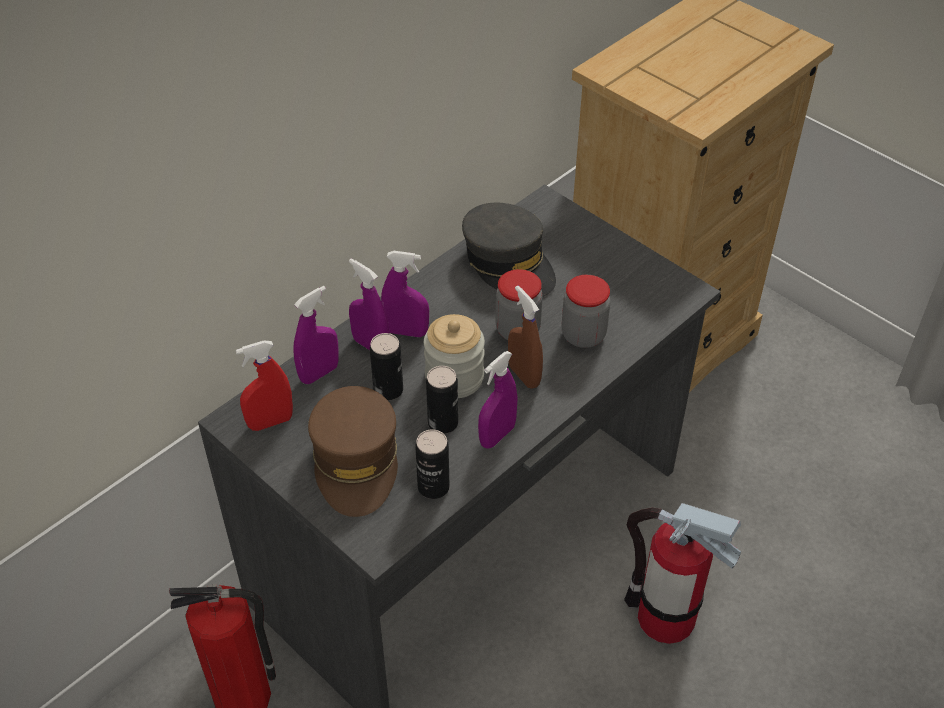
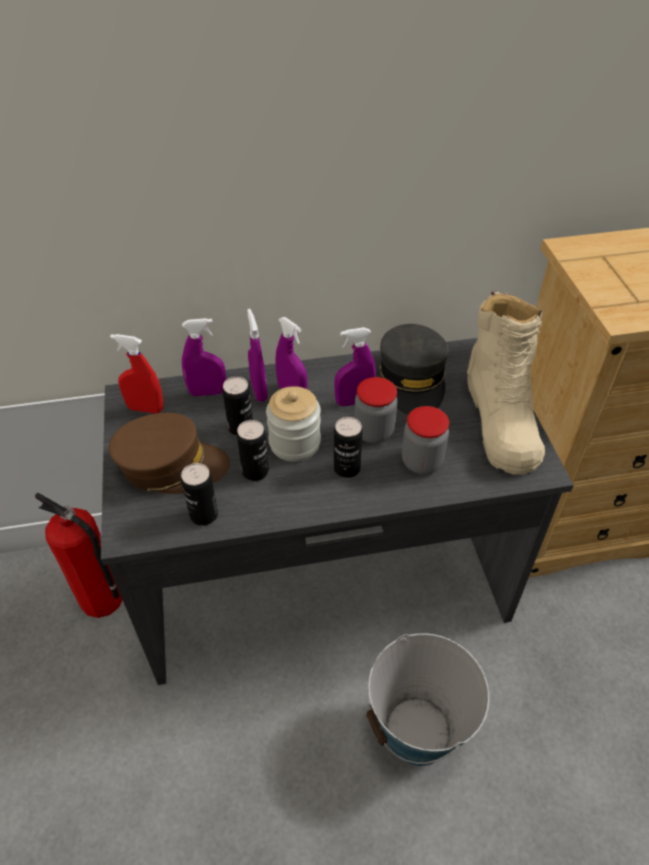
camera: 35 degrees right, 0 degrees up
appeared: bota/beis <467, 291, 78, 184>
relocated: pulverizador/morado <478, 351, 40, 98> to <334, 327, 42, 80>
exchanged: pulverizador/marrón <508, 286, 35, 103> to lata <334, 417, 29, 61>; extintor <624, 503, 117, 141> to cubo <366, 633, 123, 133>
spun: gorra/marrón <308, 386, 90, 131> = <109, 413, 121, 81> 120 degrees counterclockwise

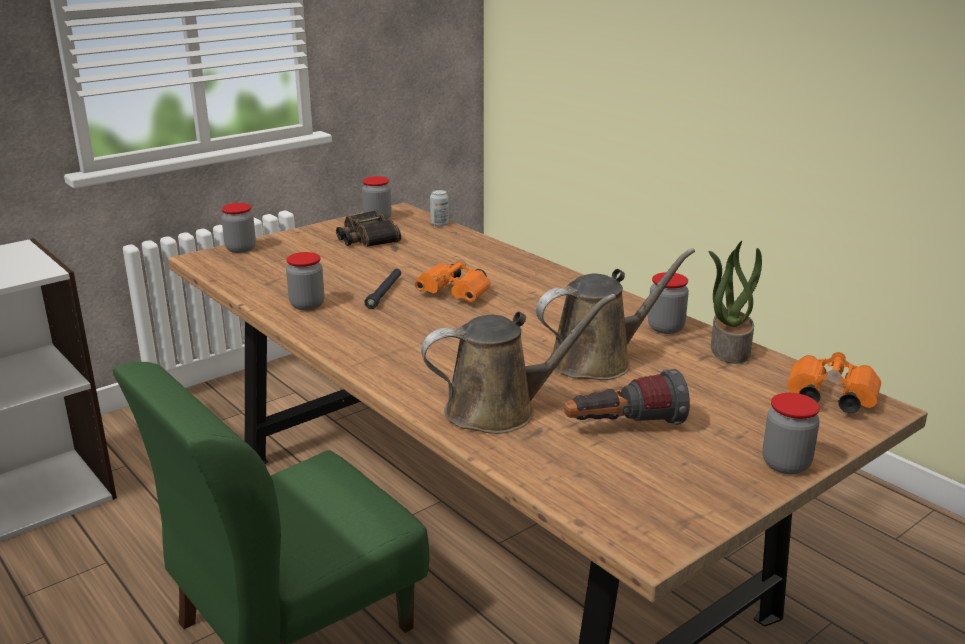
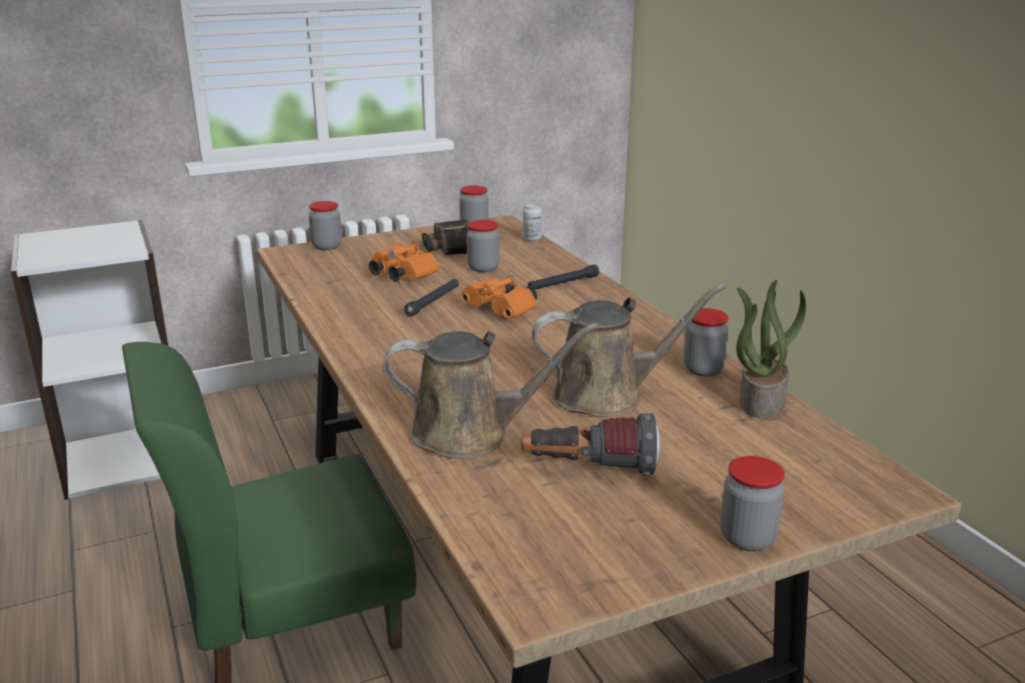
camera: 15 degrees right, 0 degrees up
appeared: linterna/negro <528, 265, 71, 24>
relocated: tarro <286, 252, 38, 58> to <467, 220, 33, 52>; prismáticos/naranja <787, 352, 94, 61> to <369, 241, 70, 43>

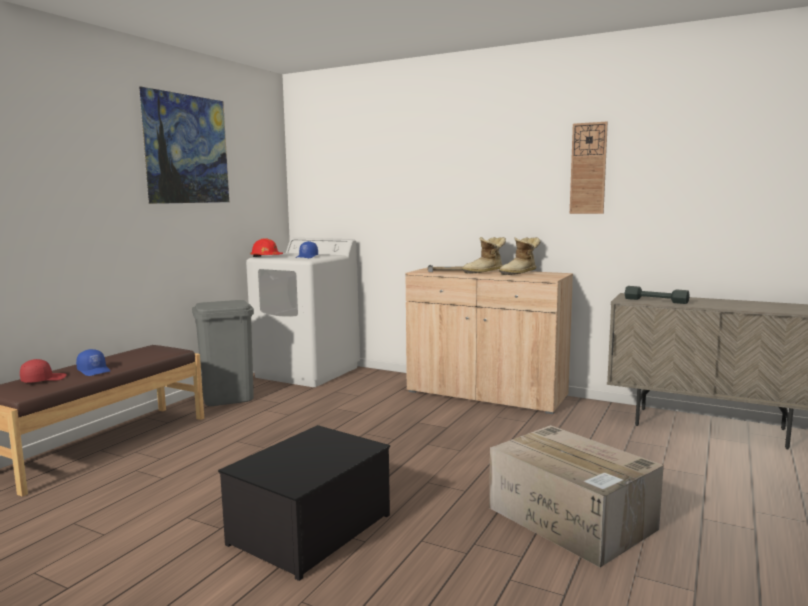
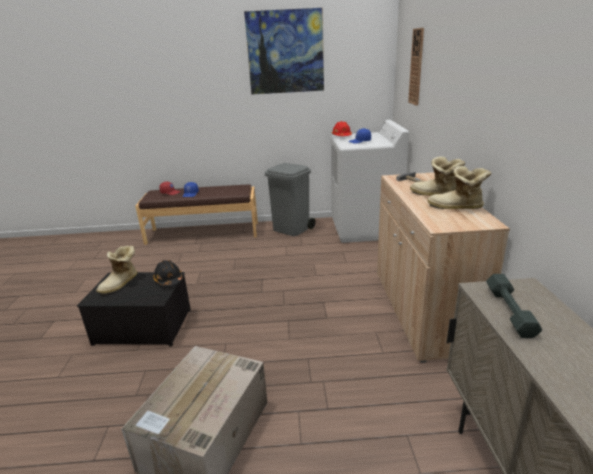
camera: 60 degrees right, 15 degrees up
appeared: bota <96, 246, 42, 49>; casco/negro <153, 260, 30, 26>
relocated: reloj de pared <570, 122, 38, 92> to <408, 28, 16, 78>

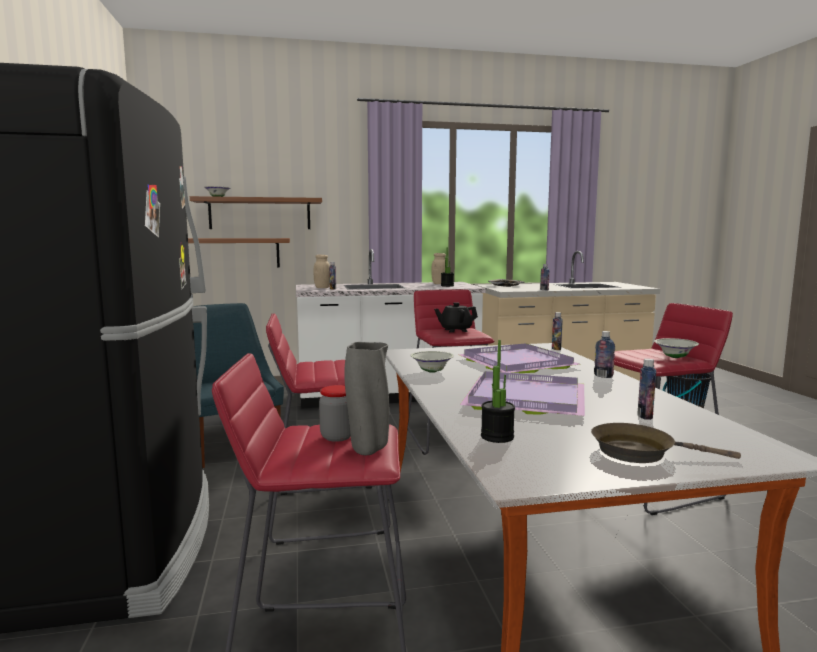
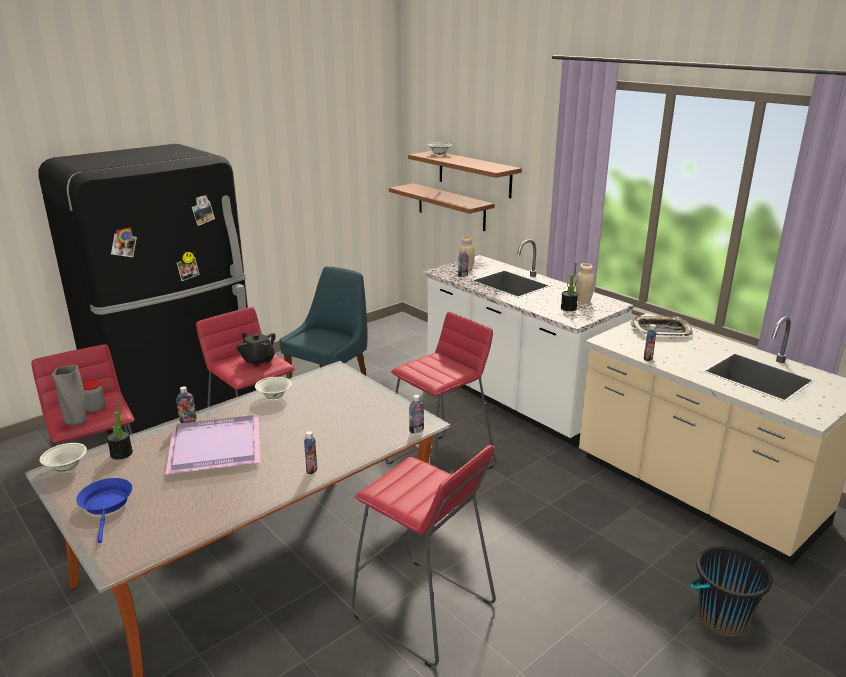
camera: 60 degrees right, 15 degrees up
missing: bandeja/morado <457, 343, 124, 30>
relocated: tetera/negro <434, 302, 44, 31> to <237, 333, 39, 34>; botella <637, 359, 19, 61> to <176, 386, 21, 37>; cuenco/blanco <654, 338, 45, 20> to <40, 443, 47, 29>
colour: sartén/marrón <591, 423, 150, 40> to sartén/azul <76, 478, 56, 65>

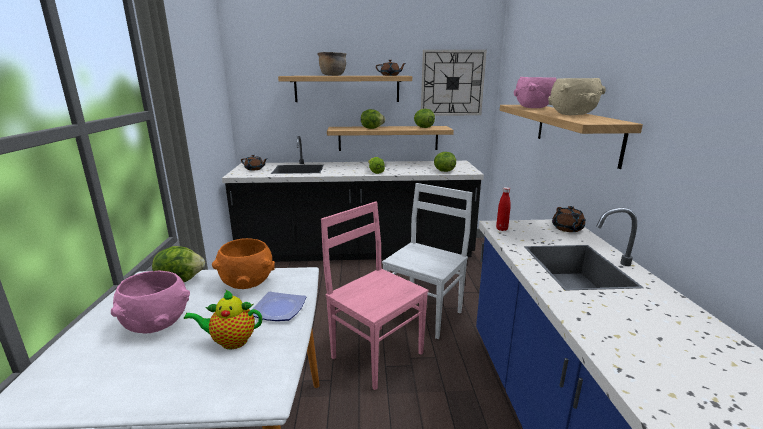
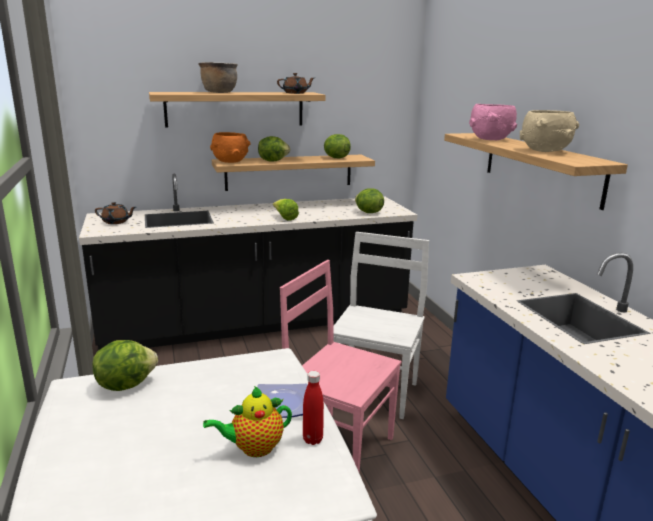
camera: 15 degrees left, 0 degrees up
missing: cuenco/rosa <111, 271, 79, 62>; reloj de pared <421, 50, 66, 66>; tetera/marrón <552, 206, 34, 26>
relocated: cuenco/naranja <212, 238, 63, 51> to <210, 132, 41, 31>; botella/rojo <496, 187, 15, 44> to <303, 371, 21, 74>

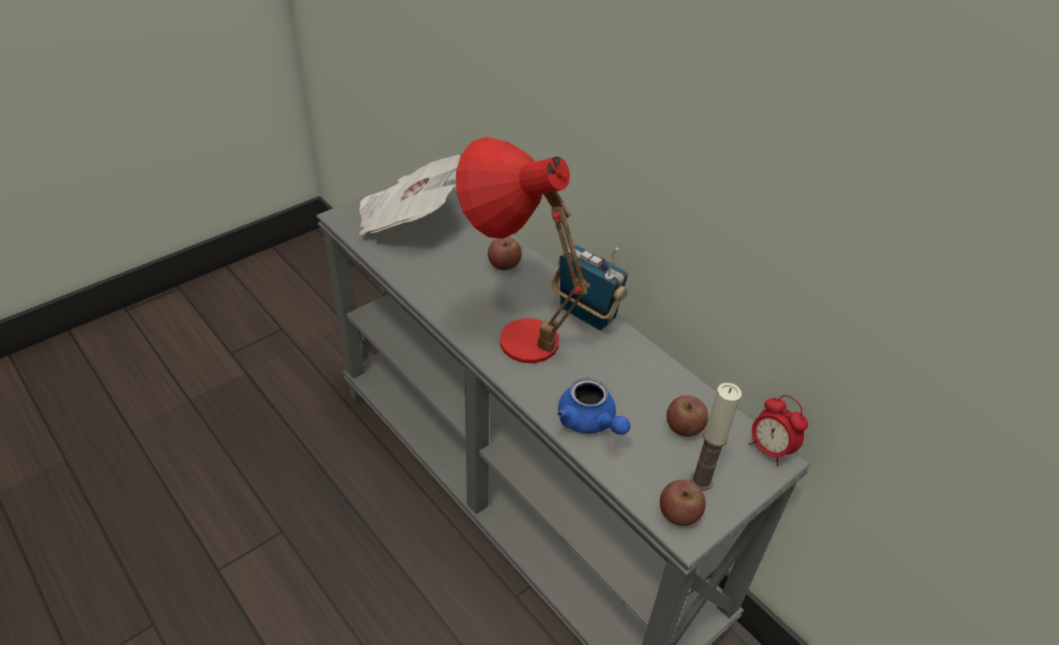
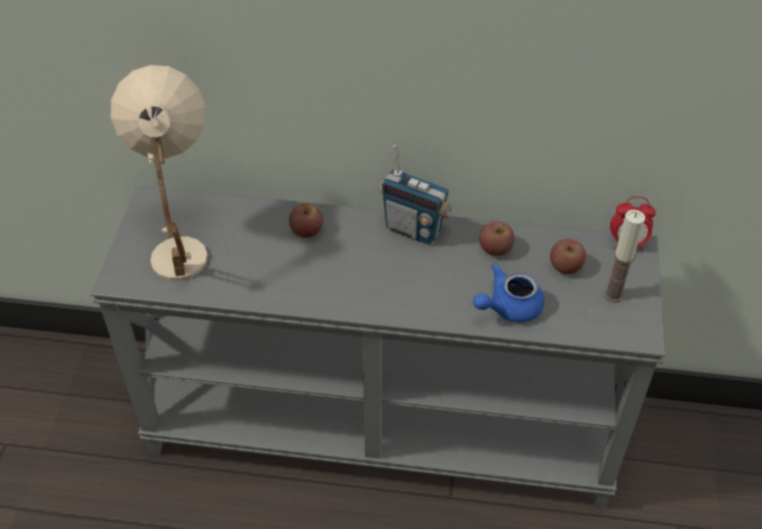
camera: 40 degrees left, 5 degrees up
missing: lámpara de mesa/rojo <456, 137, 134, 226>
relocated: manzana <660, 480, 46, 46> to <480, 221, 35, 35>
exchanged: periódico <359, 155, 101, 80> to lámpara de mesa/beis <111, 65, 97, 216>
spun: radio <551, 245, 77, 85> = <379, 145, 73, 100> 150 degrees counterclockwise; tetera/azul <557, 377, 73, 58> = <473, 264, 71, 59> 135 degrees clockwise

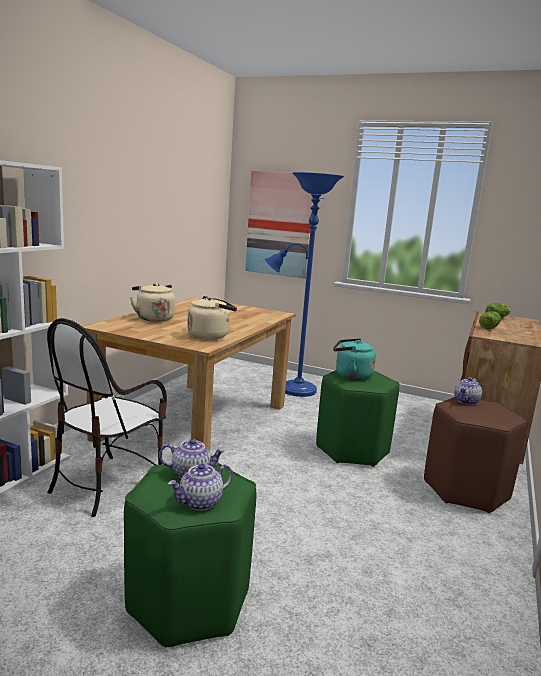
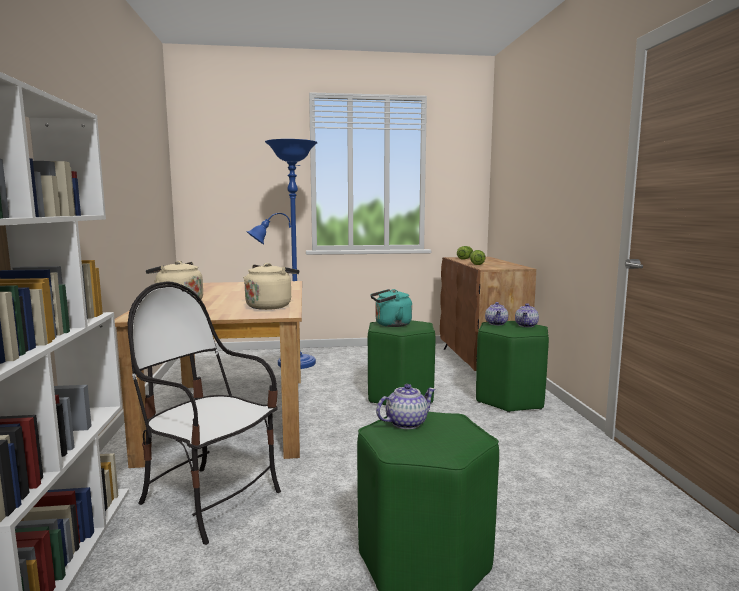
camera: 30 degrees left, 5 degrees down
missing: cuadro <245, 171, 68, 108>
relocated: tetera <168, 463, 65, 48> to <515, 303, 24, 24>
colour: taburete/marrón <424, 397, 104, 116> to taburete/verde <476, 321, 73, 92>
spun: silla <47, 318, 120, 199> = <128, 281, 153, 264> 120 degrees clockwise

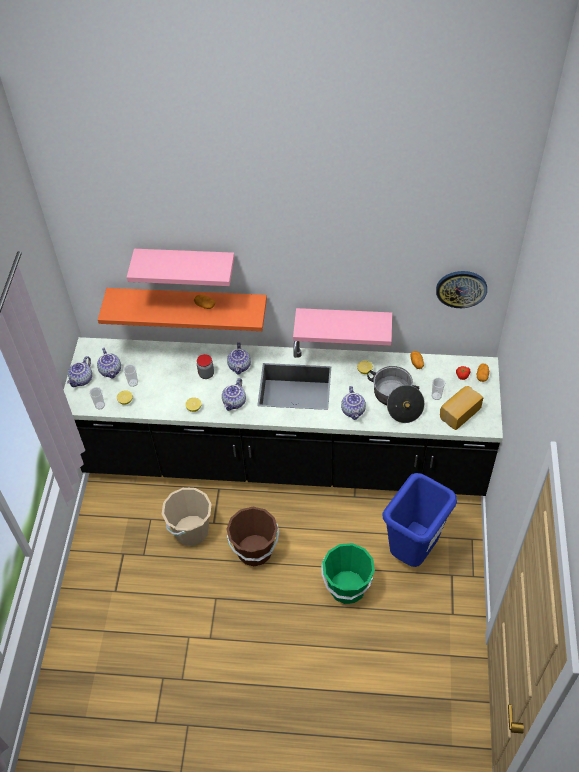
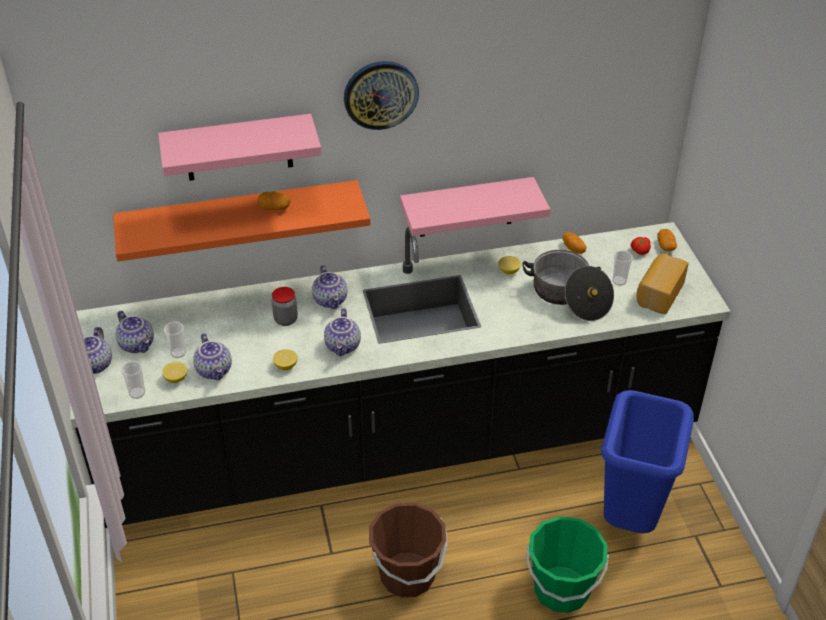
camera: 20 degrees left, 10 degrees down
missing: cubo/beis <162, 488, 50, 58>
relocated: tetera <341, 386, 25, 34> to <193, 333, 39, 47>; reloj de pared <436, 271, 51, 37> to <344, 61, 75, 69>

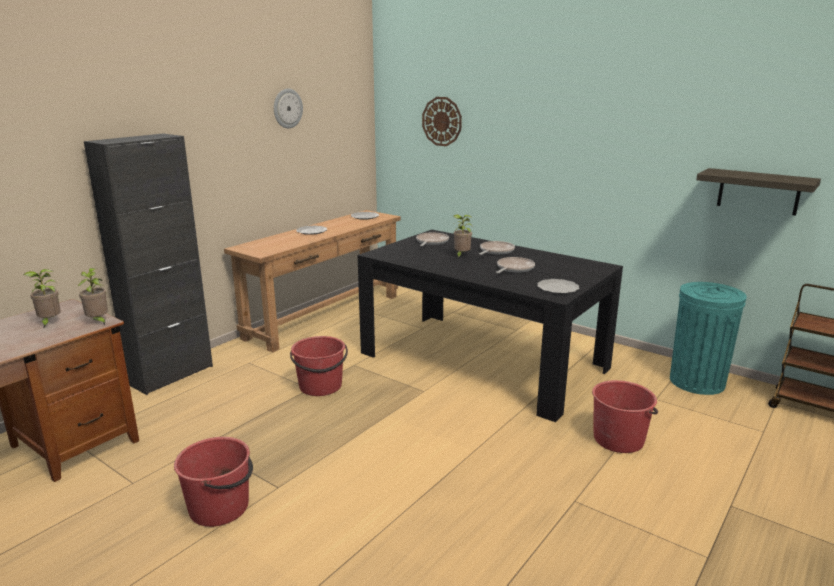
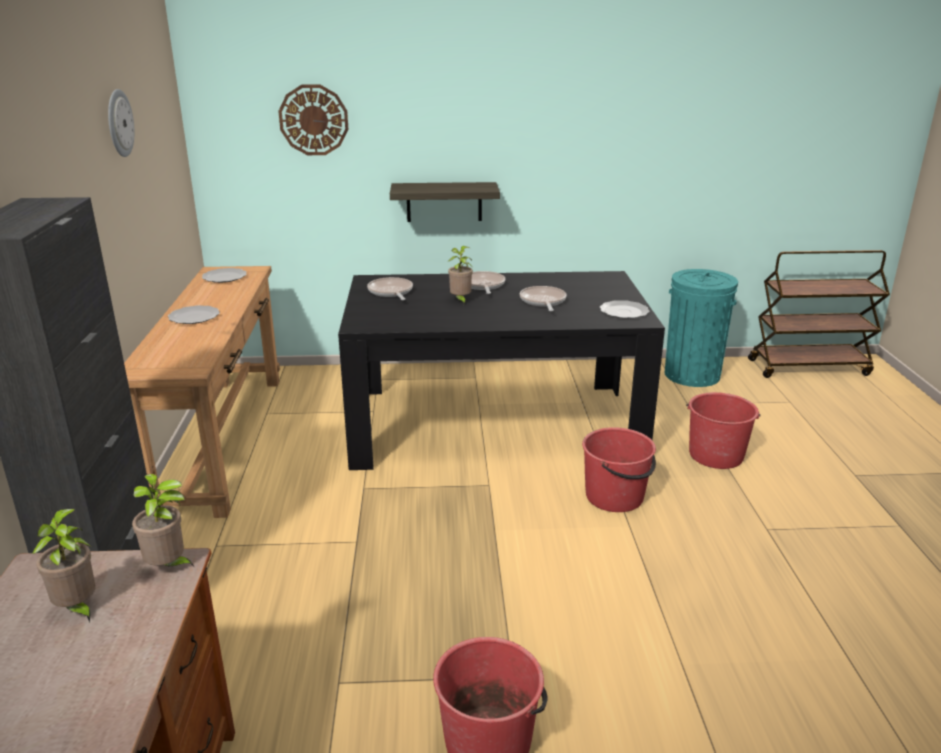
camera: 40 degrees left, 5 degrees up
relocated: cubo/rojo <290, 336, 58, 60> to <582, 427, 74, 85>; estante <696, 168, 125, 48> to <390, 182, 110, 40>

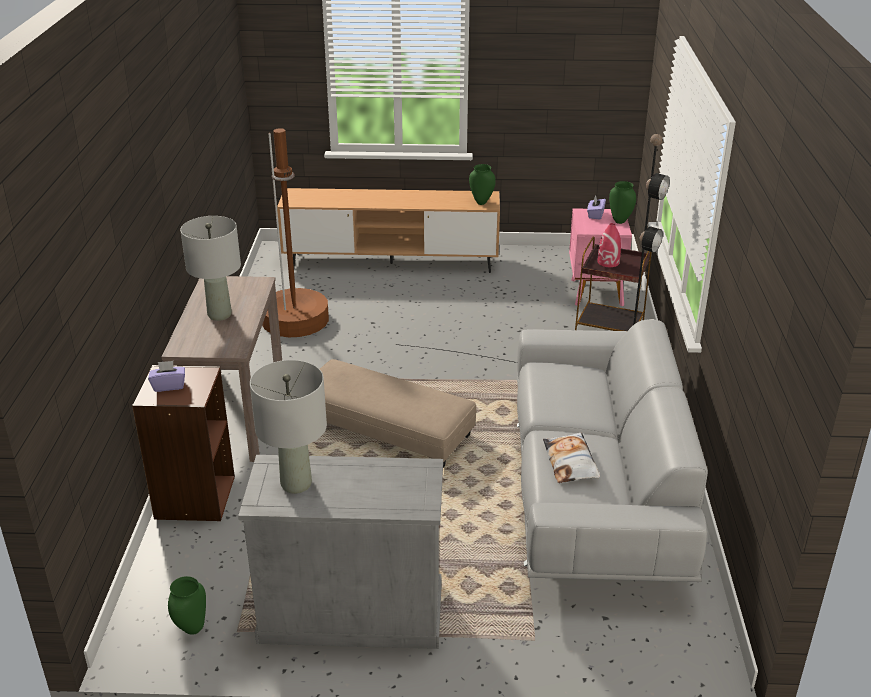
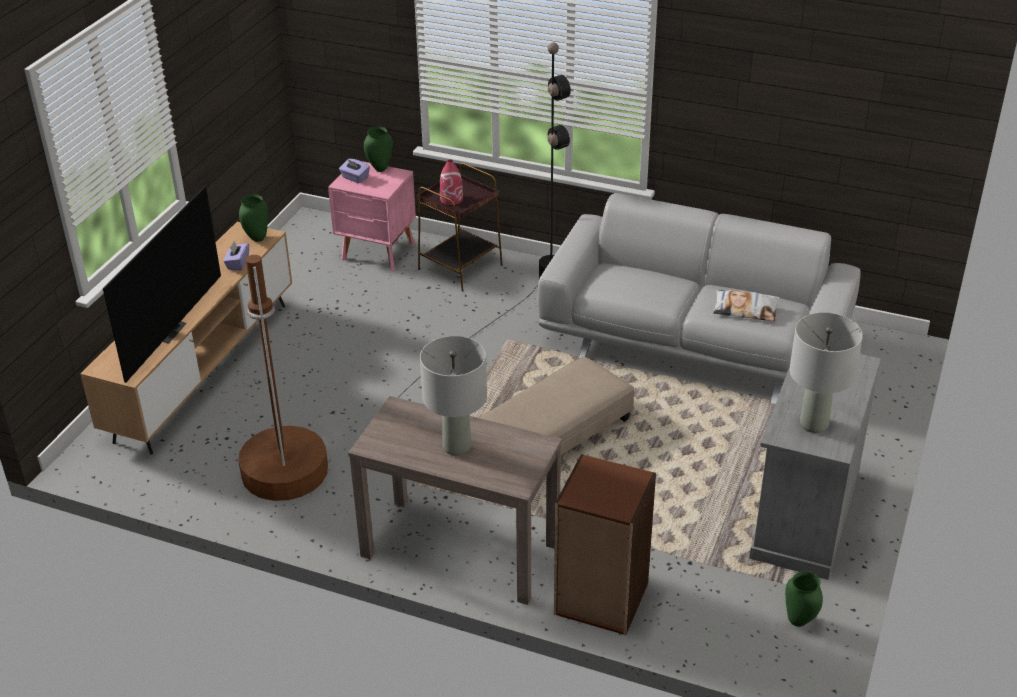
camera: 70 degrees left, 5 degrees up
appeared: televisor <103, 186, 118, 197>
relocated: caja de pañuelos/morado <148, 361, 37, 31> to <224, 241, 25, 29>

